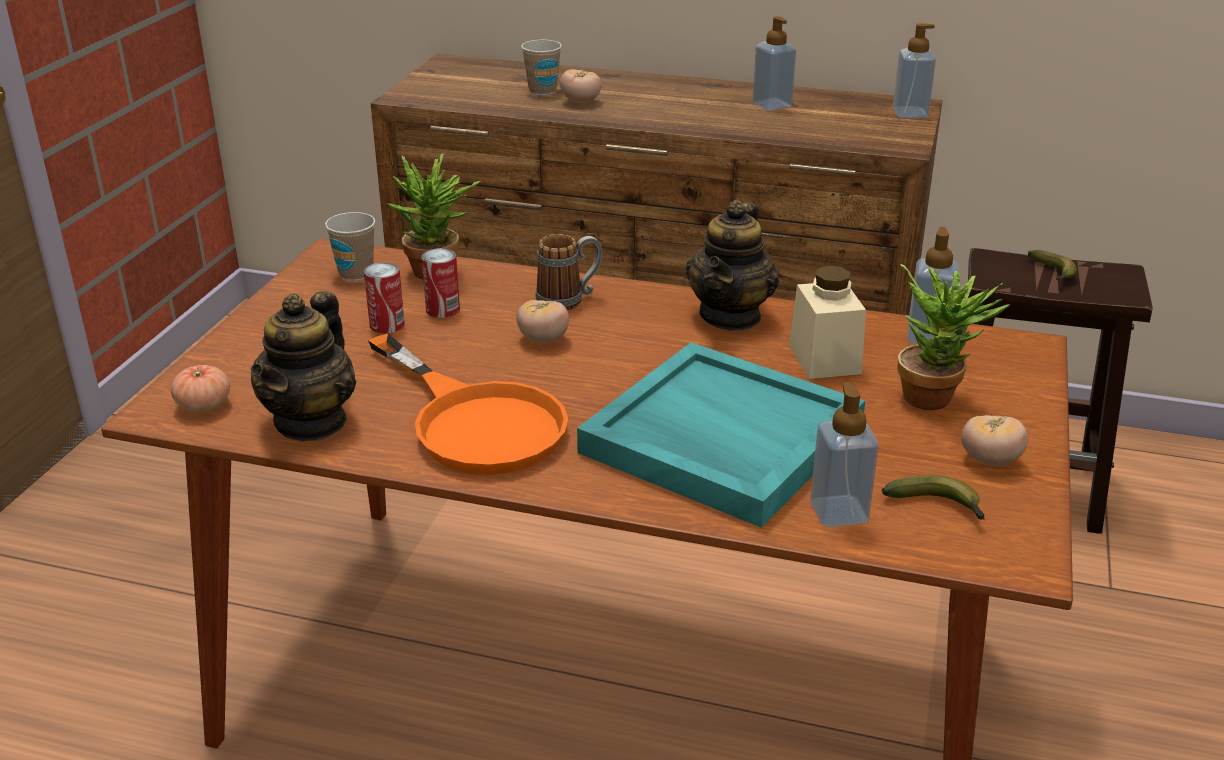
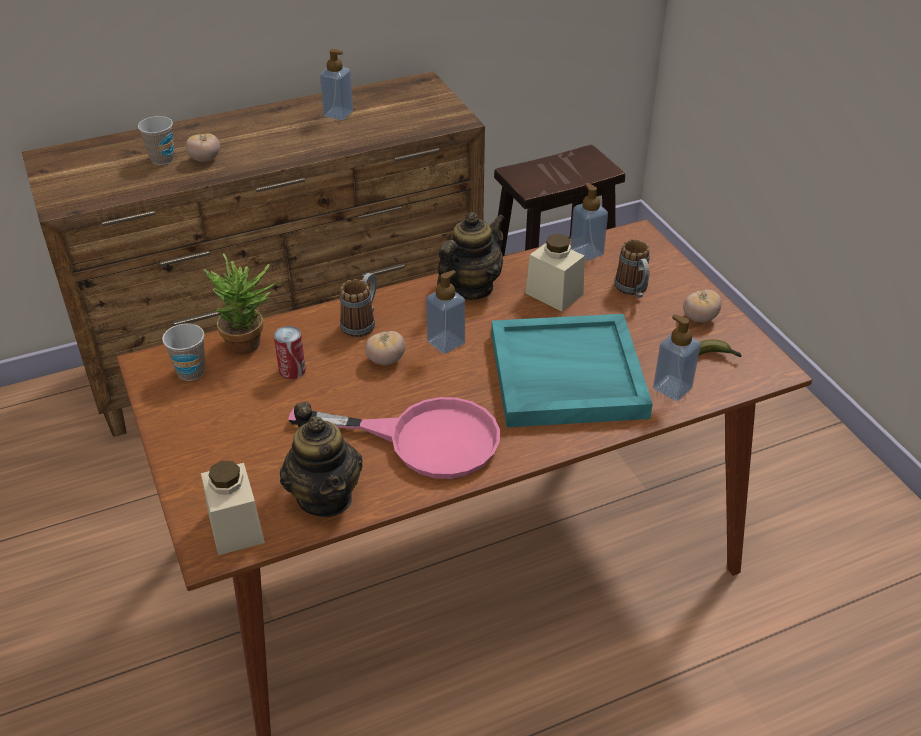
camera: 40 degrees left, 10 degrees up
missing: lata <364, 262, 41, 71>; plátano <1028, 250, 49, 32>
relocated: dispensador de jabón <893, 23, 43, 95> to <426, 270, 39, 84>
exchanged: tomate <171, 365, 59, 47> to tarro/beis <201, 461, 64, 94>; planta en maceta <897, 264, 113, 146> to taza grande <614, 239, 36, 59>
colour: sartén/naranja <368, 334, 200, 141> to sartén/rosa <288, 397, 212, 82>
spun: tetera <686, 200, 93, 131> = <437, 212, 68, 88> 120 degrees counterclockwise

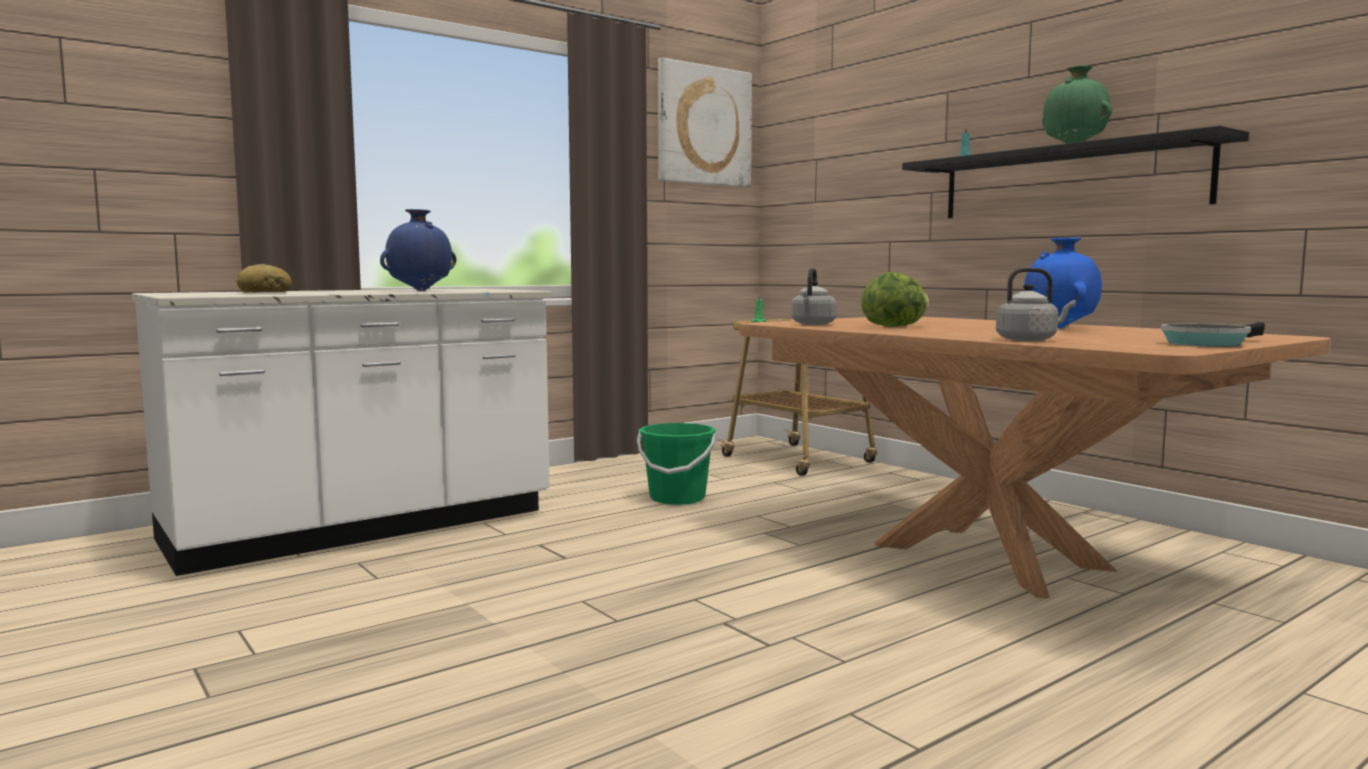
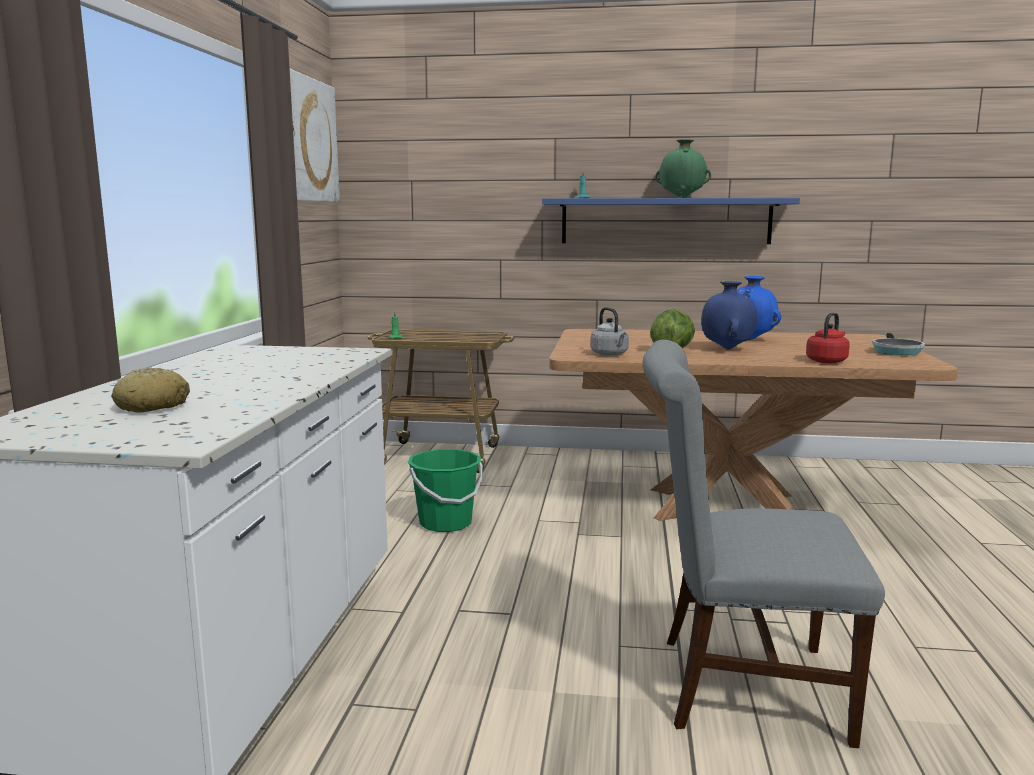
camera: 45 degrees left, 5 degrees up
appeared: silla/gris <643, 340, 242, 408>
relocated: florero/azul <380, 209, 76, 82> to <701, 281, 56, 69>
colour: estante/negro <902, 126, 347, 92> to estante/azul <542, 198, 258, 46>; hervidor/gris <996, 268, 80, 73> to hervidor/rojo <806, 312, 44, 51>

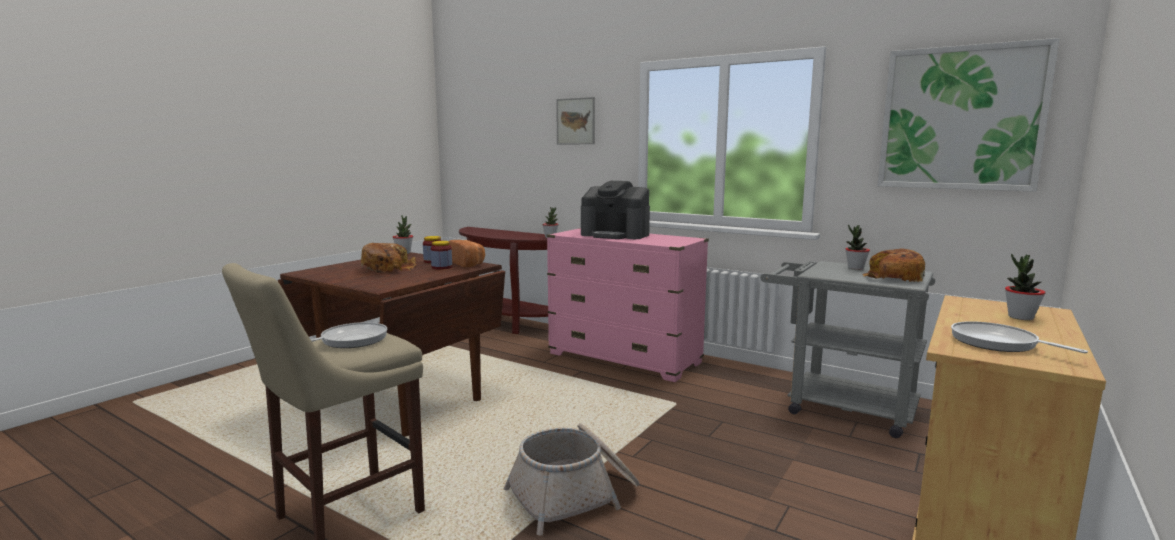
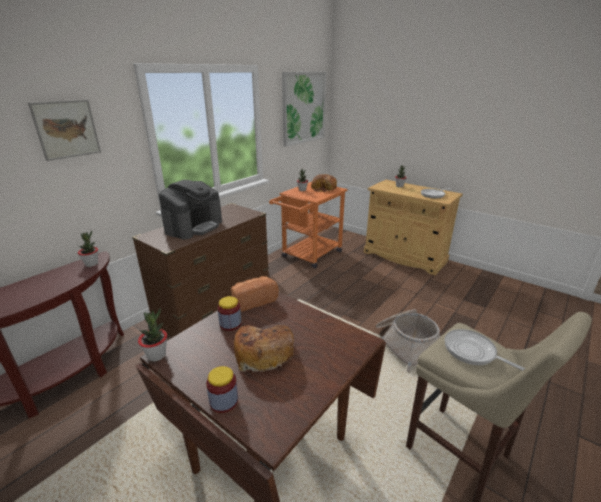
camera: 85 degrees left, 15 degrees up
relocated: tarro <431, 241, 21, 29> to <206, 366, 32, 47>
colour: cómoda/rosa <547, 228, 162, 154> to cómoda/marrón <132, 203, 137, 134>; carrito/gris <761, 261, 174, 177> to carrito/naranja <269, 182, 79, 87>

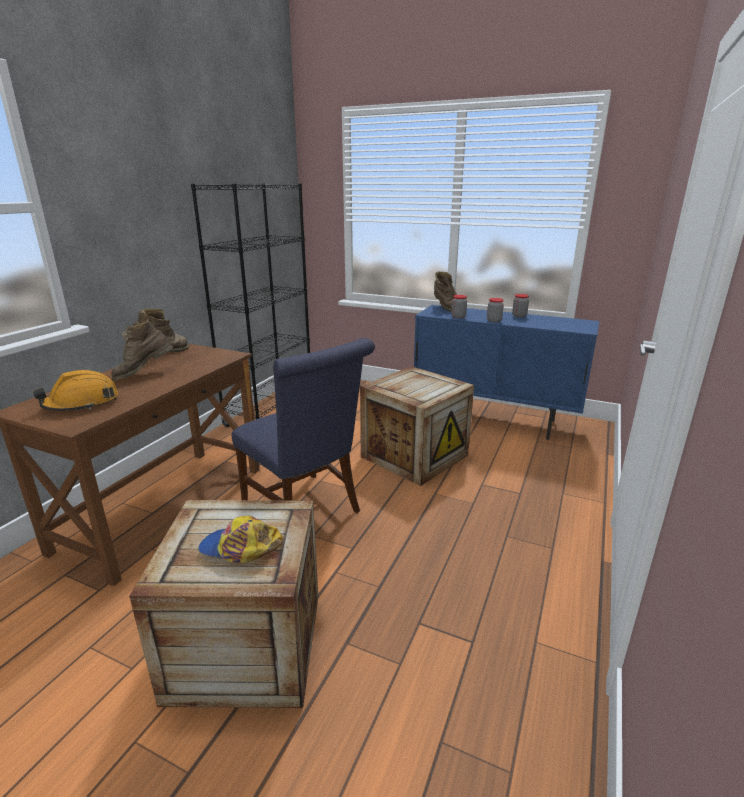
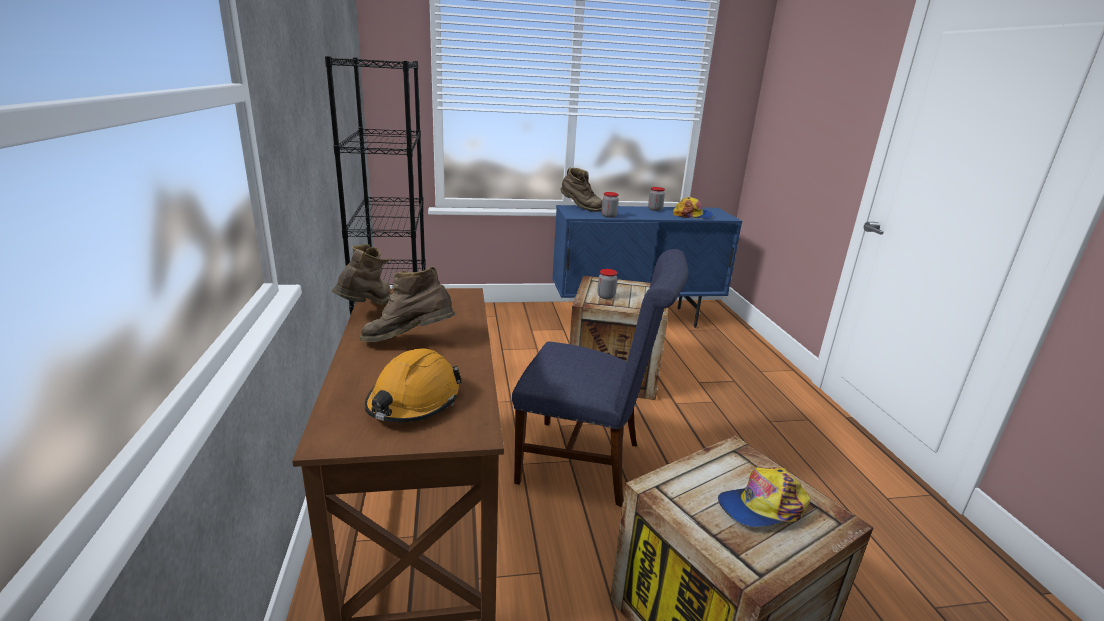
camera: 35 degrees left, 0 degrees up
appeared: gorra <673, 197, 40, 22>
relocated: tarro <487, 298, 17, 25> to <597, 269, 20, 30>
spun: bota/marrón <111, 319, 62, 62> = <360, 266, 95, 76> 75 degrees clockwise

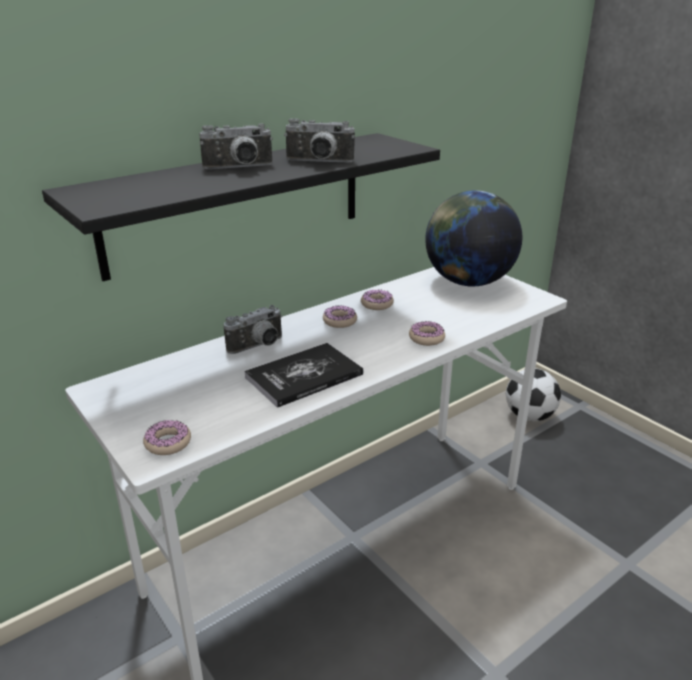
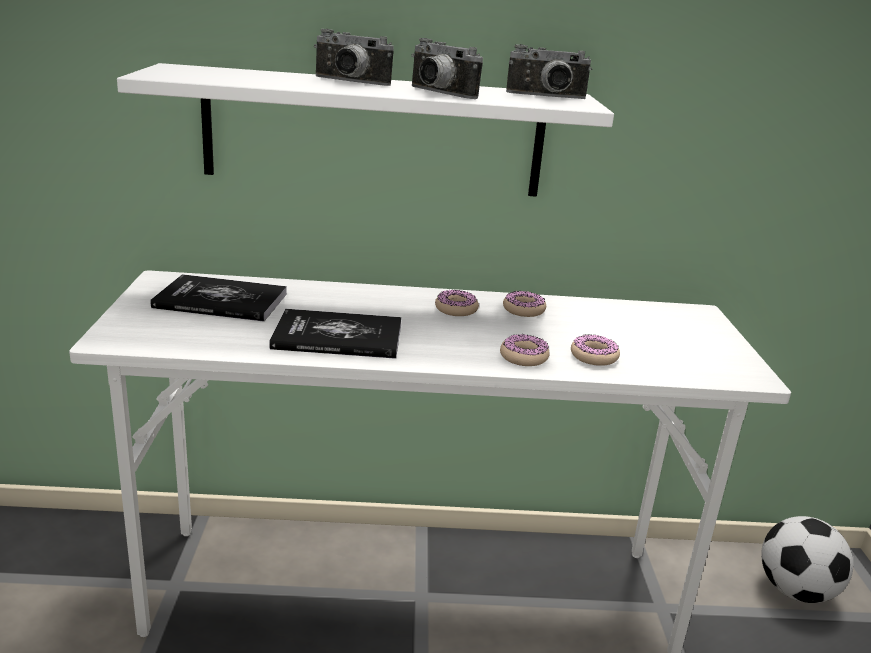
camera: 35 degrees right, 5 degrees down
missing: globo terráqueo <425, 190, 97, 97>
appeared: libro <151, 274, 136, 47>
relocated: rosquilla <143, 420, 48, 35> to <571, 334, 49, 32>; cámara <224, 305, 59, 49> to <506, 44, 86, 55>
colour: estante/negro <42, 133, 398, 148> to estante/blanco <117, 63, 497, 134>

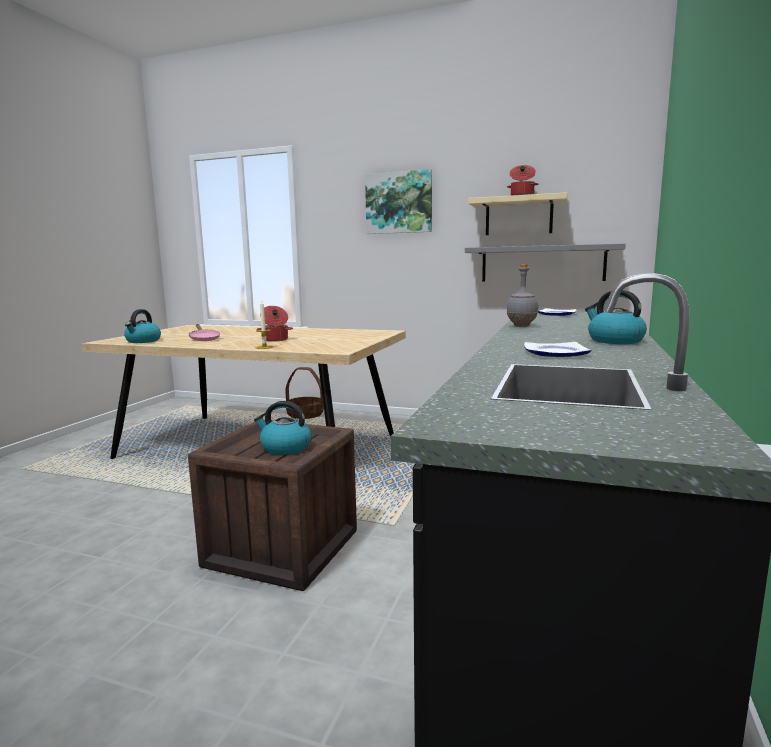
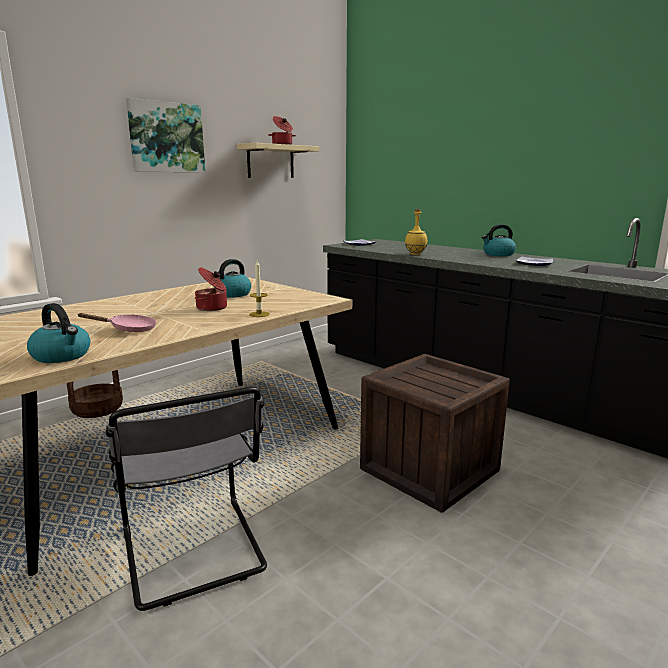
camera: 65 degrees left, 5 degrees up
missing: estante/gris <465, 243, 161, 38>
appeared: silla/gris <105, 387, 162, 224>
relocated: hervidor <254, 401, 57, 54> to <214, 259, 38, 39>
colour: botella/gris <506, 264, 32, 63> to botella/amarillo <405, 209, 22, 46>

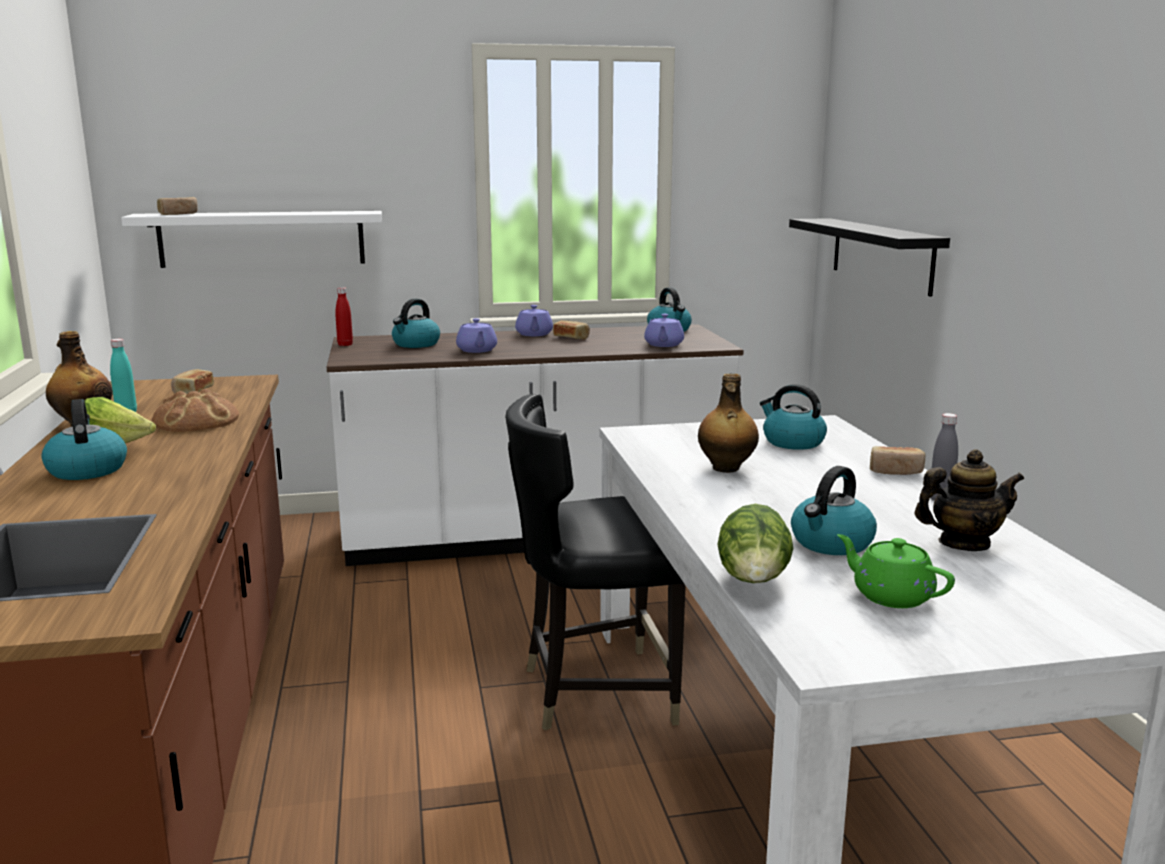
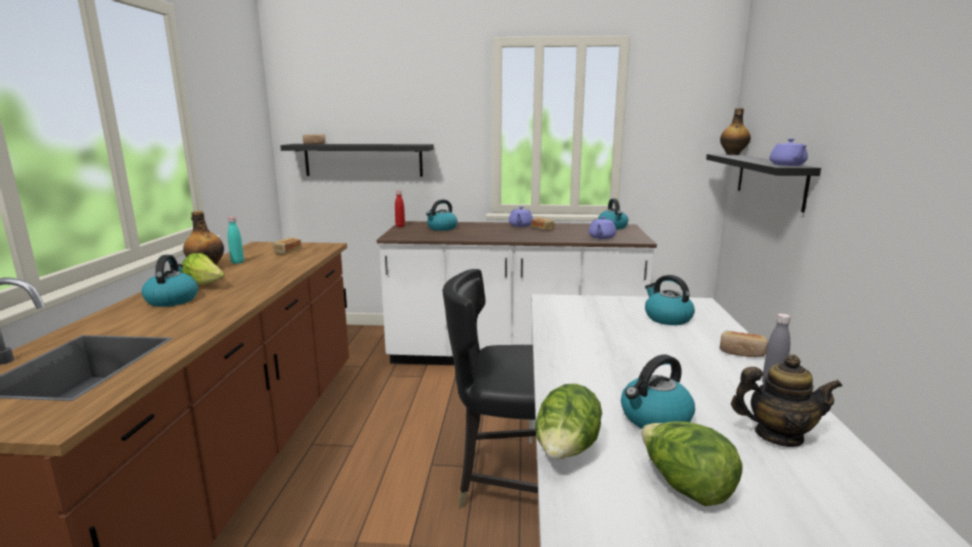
camera: 15 degrees right, 0 degrees up
missing: pan <152, 389, 87, 43>
relocated: tetera/morado <456, 318, 41, 35> to <770, 138, 38, 28>; botella <698, 374, 61, 99> to <720, 108, 31, 47>
exchanged: tetera/verde <837, 534, 118, 74> to lechuga <641, 421, 102, 85>
colour: estante/blanco <121, 211, 261, 57> to estante/negro <280, 144, 154, 33>

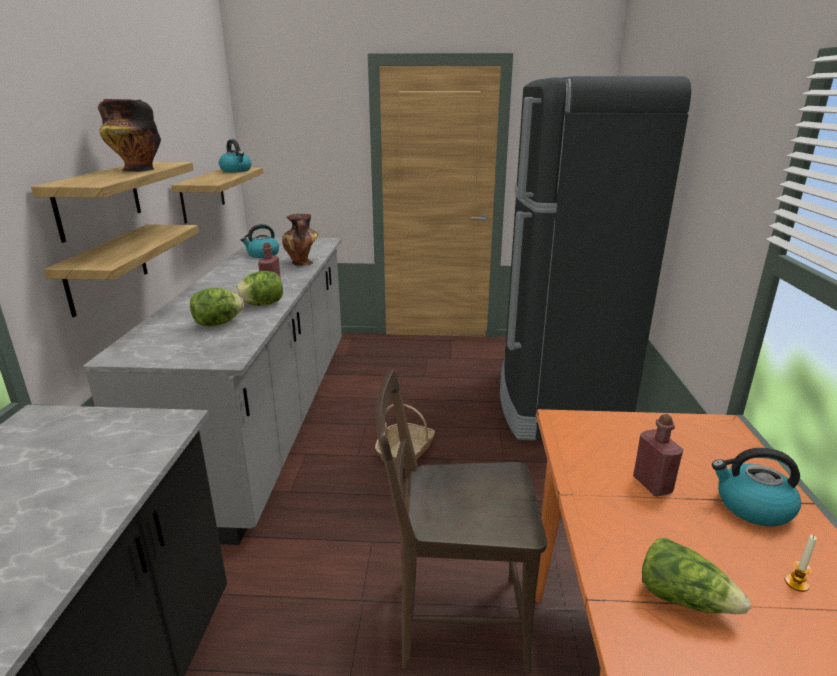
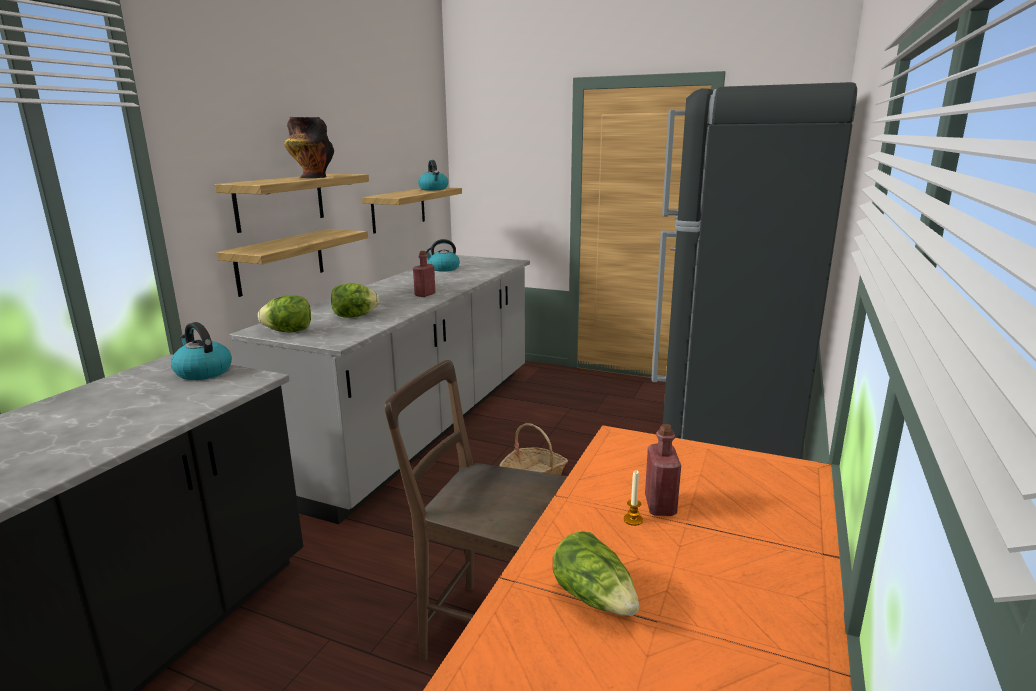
camera: 20 degrees right, 5 degrees down
missing: florero <282, 214, 37, 52>
relocated: lechuga <234, 271, 49, 35> to <258, 295, 53, 37>; hervidor <712, 448, 89, 78> to <171, 322, 61, 58>; vela <784, 535, 33, 57> to <624, 470, 19, 56>

